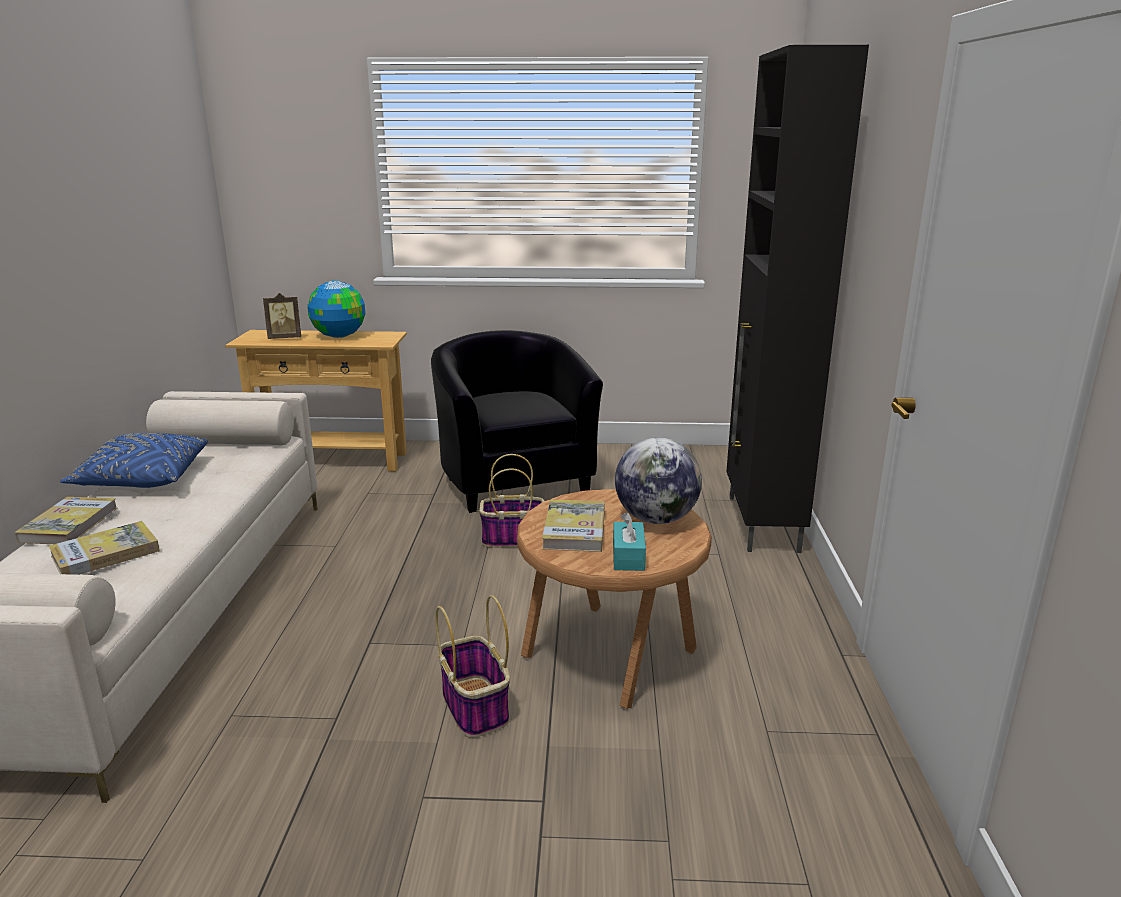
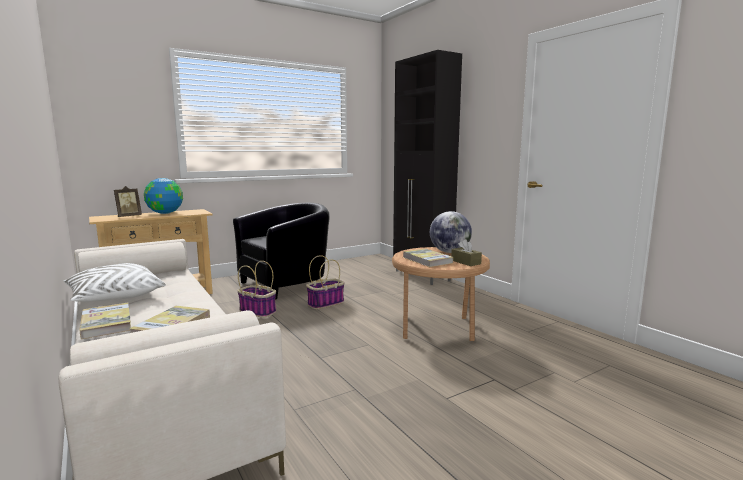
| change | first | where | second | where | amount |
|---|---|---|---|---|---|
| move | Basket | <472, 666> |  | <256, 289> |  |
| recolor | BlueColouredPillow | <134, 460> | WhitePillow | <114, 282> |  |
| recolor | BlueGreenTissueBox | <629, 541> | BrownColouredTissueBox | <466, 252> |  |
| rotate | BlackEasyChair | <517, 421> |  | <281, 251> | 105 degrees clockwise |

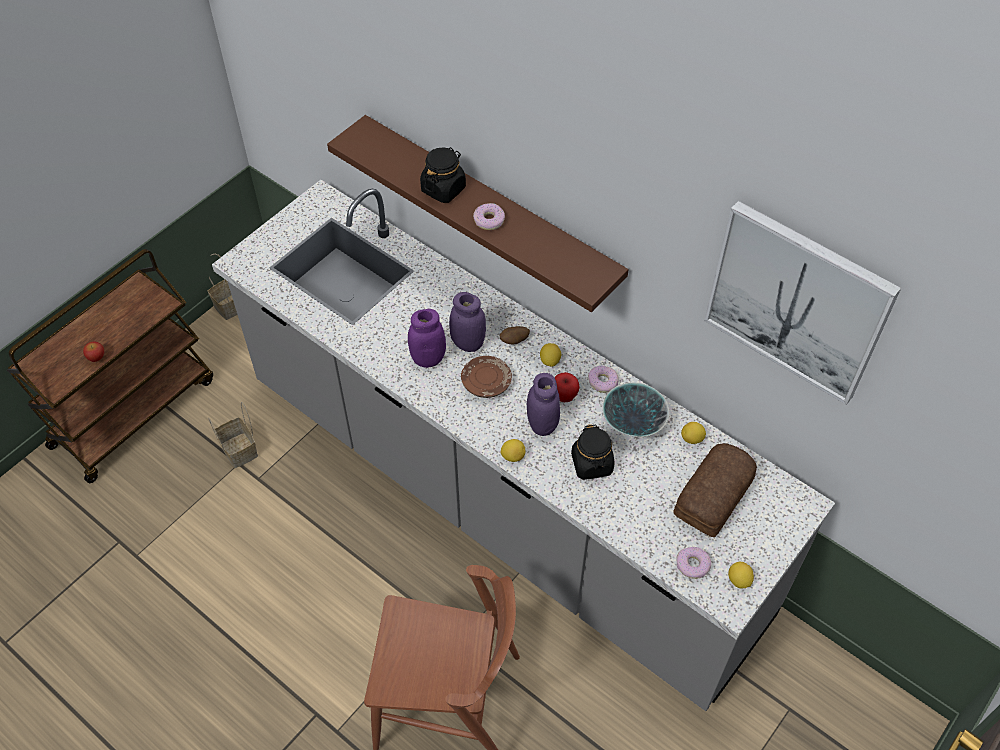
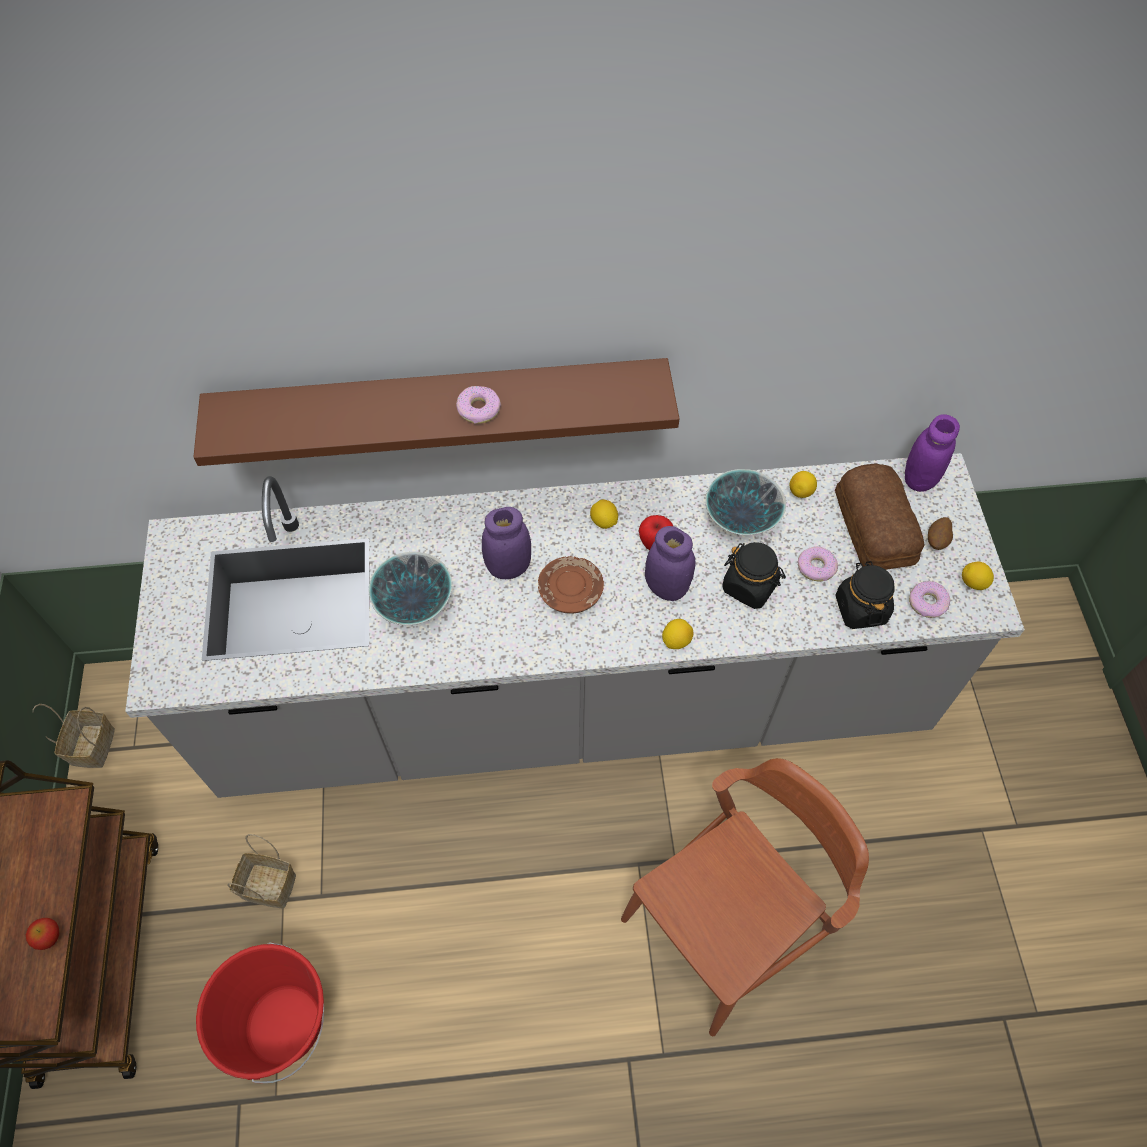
| change | first | where | second | where | amount |
|---|---|---|---|---|---|
| delete | WallPicture | <802, 303> |  |  |  |
| insert |  |  | RedColouredPail | <260, 1012> |  |
| insert |  |  | Bowl | <410, 588> |  |
| move | PurpleColouredPreserveJar | <427, 338> |  | <932, 453> |  |
| move | BlackPreserveJar | <443, 175> |  | <865, 595> |  |
| move | Spud | <514, 335> |  | <940, 533> |  |
| move | Doughnut | <603, 379> |  | <818, 563> |  |

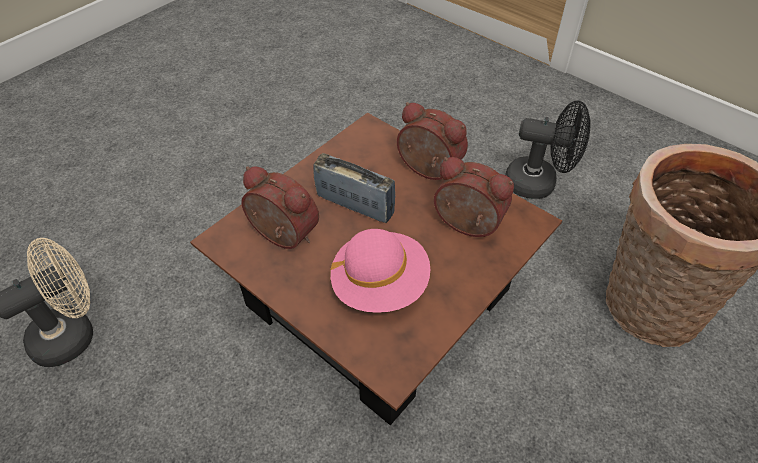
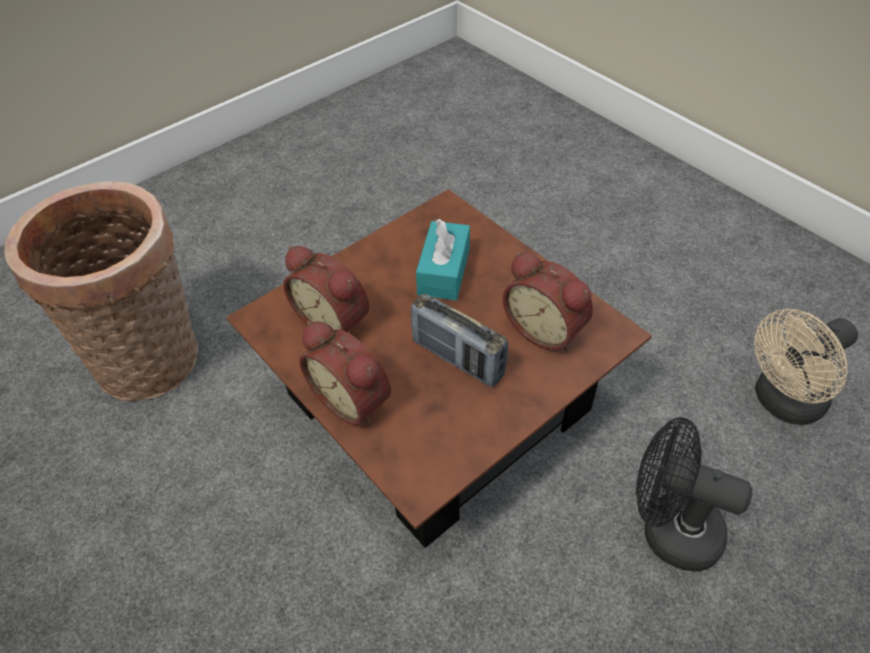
| change | first | where | second | where | amount |
|---|---|---|---|---|---|
| move | BlackFan | <548, 150> |  | <694, 494> |  |
| replace | PinkishClothingHat | <380, 271> | BlueGreenTissueBox | <443, 259> |  |

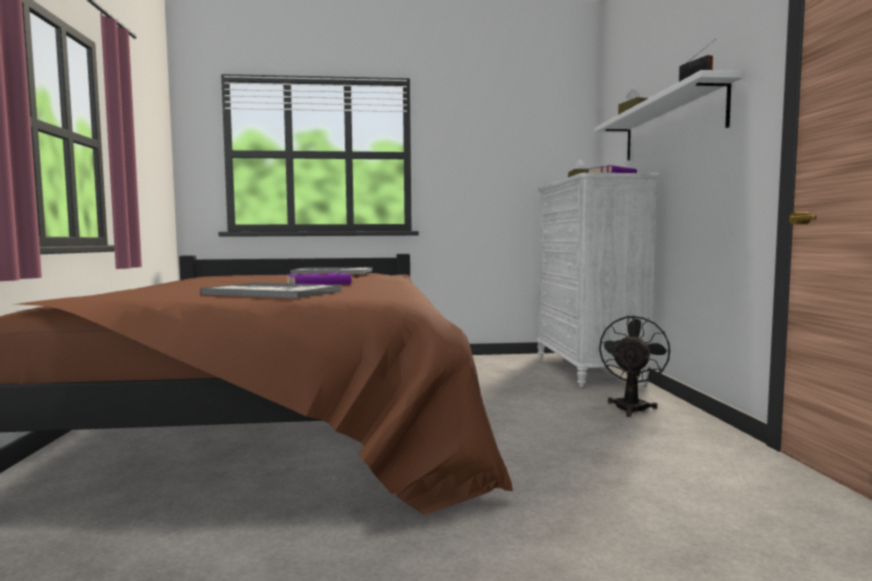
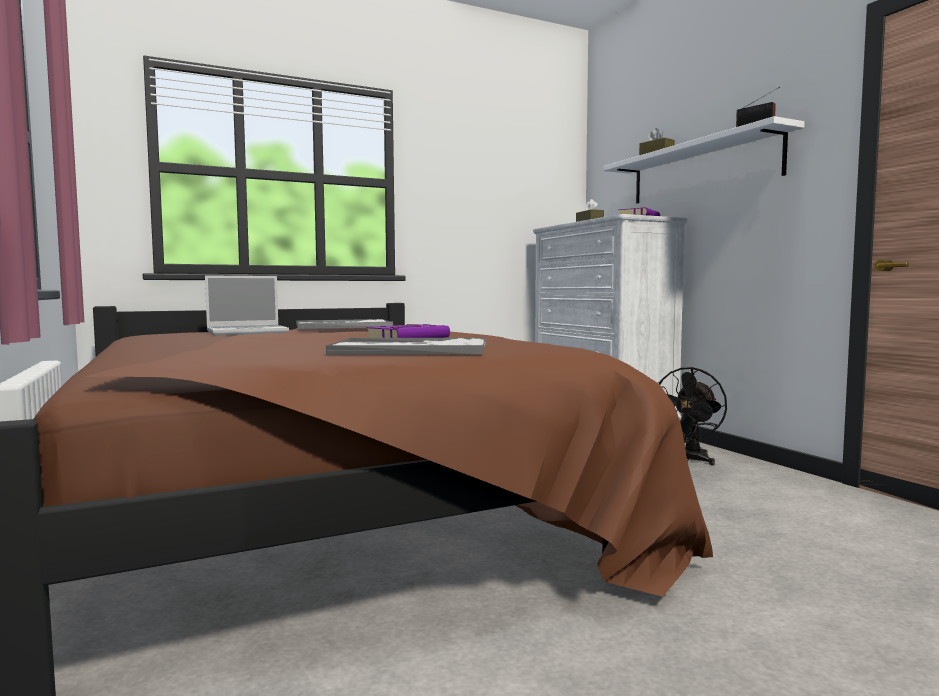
| change | first | where | second | where | amount |
|---|---|---|---|---|---|
| insert |  |  | Laptop | <247, 305> |  |
| rotate | BlackFan | <634, 366> |  | <692, 416> | 150 degrees counterclockwise |

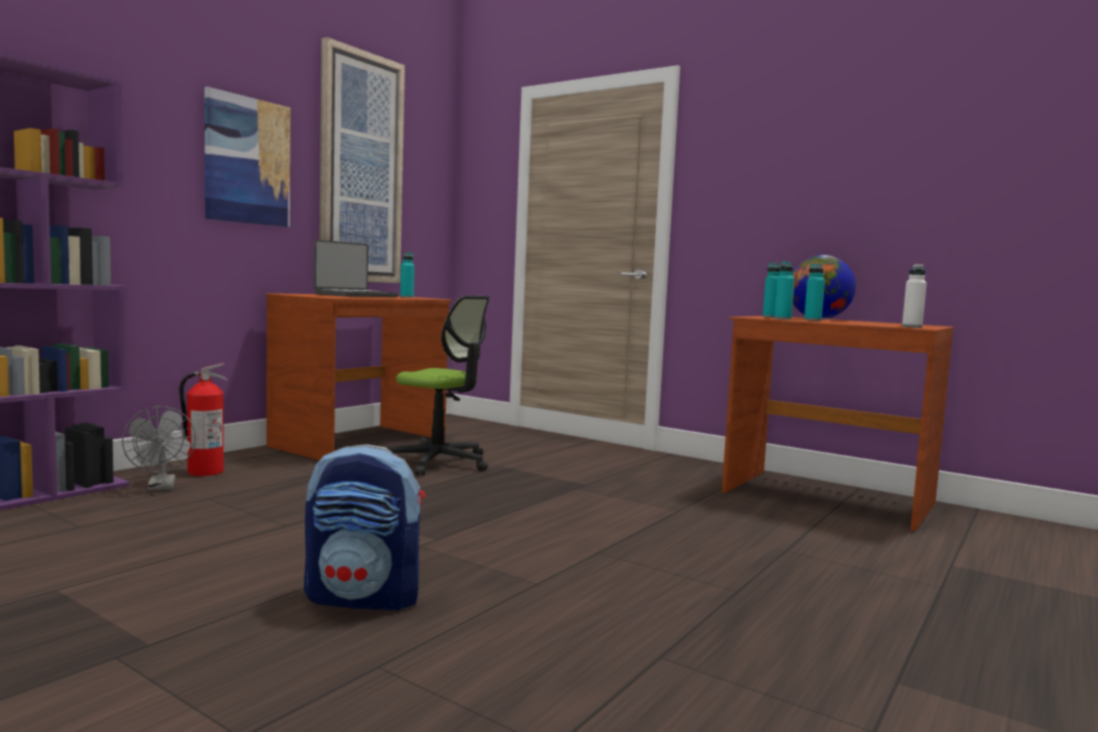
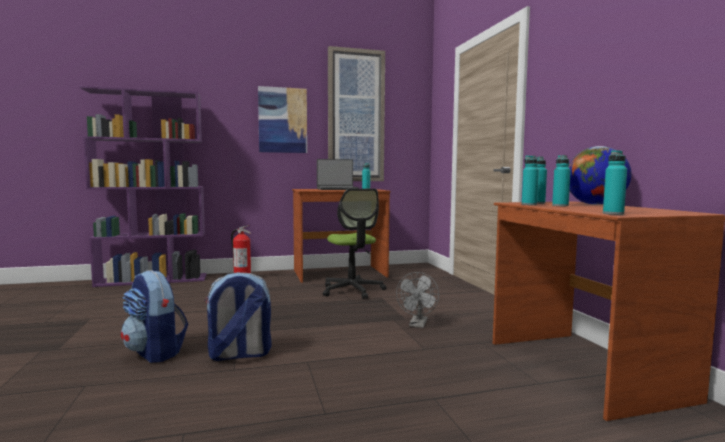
| change | first | where | second | where | amount |
|---|---|---|---|---|---|
| insert |  |  | Knapsack | <238, 316> |  |
| move | GreyishFan | <159, 448> |  | <417, 300> |  |
| recolor | WhiteBeverageBottle | <914, 296> | BlueGreenBeverageBottle | <615, 182> |  |

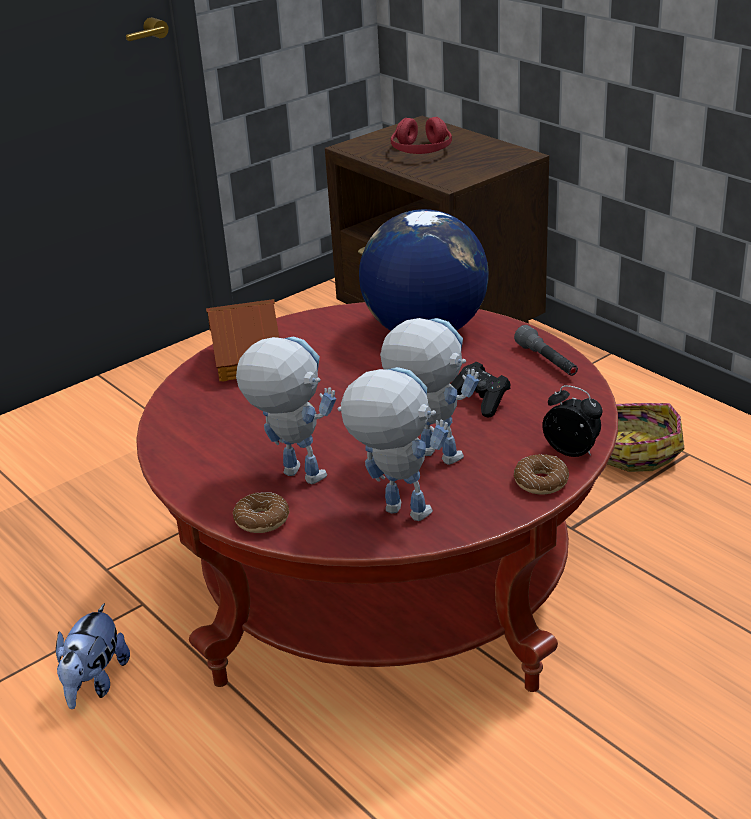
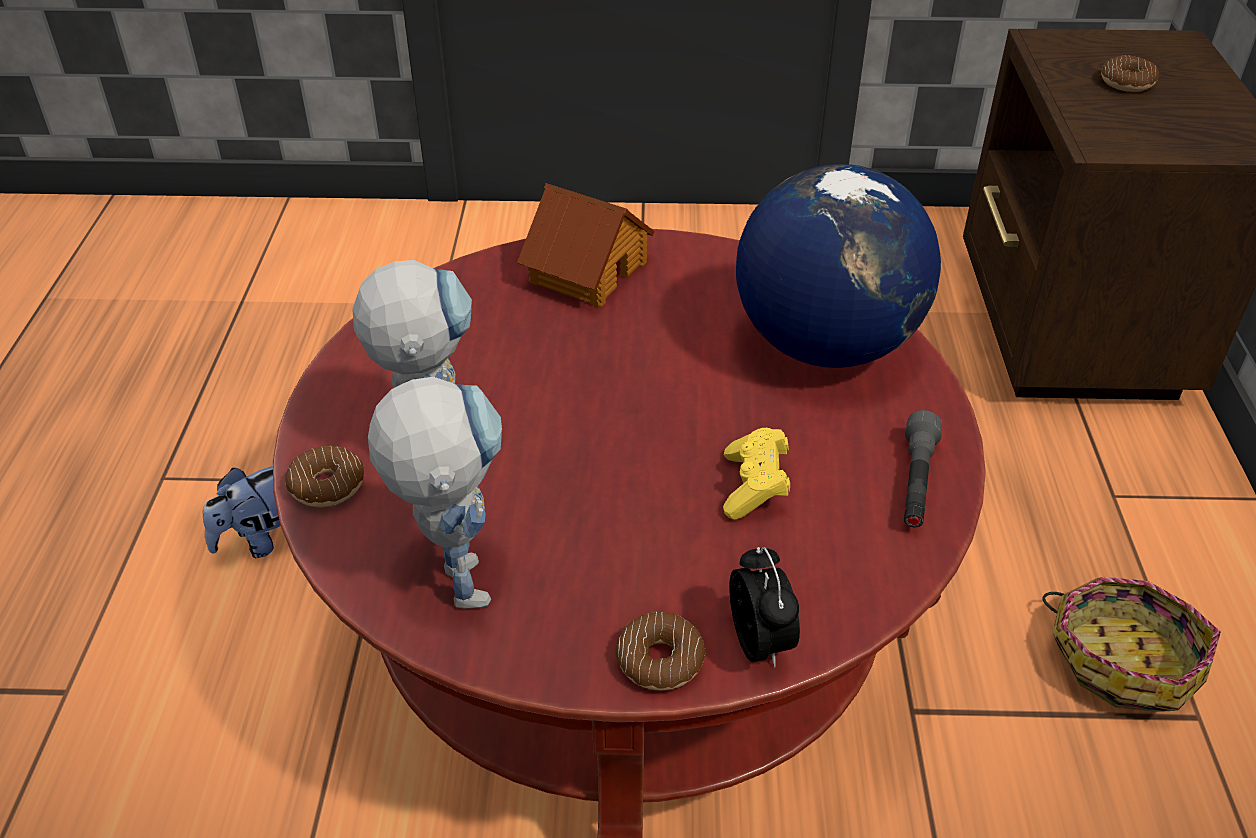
| change | first | where | second | where | amount |
|---|---|---|---|---|---|
| delete | ModelRobot | <429, 391> |  |  |  |
| replace | RedColouredHeadphones | <421, 135> | Doughnut | <1130, 73> |  |
| recolor | BlackGameController | <481, 390> | YellowishGameController | <756, 473> |  |

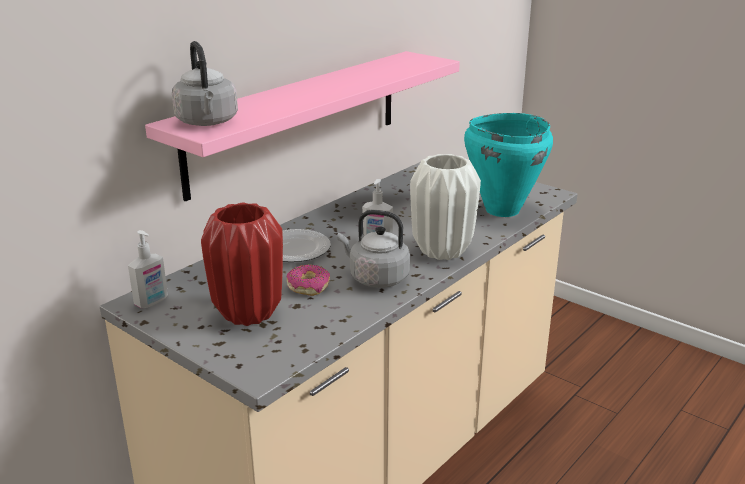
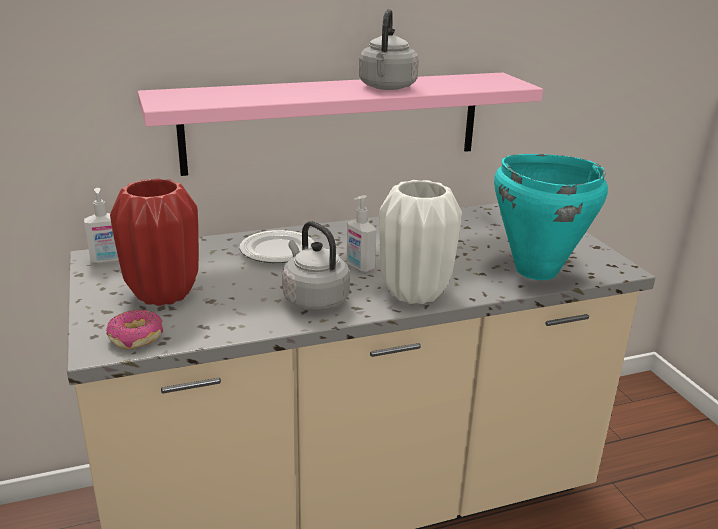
| change | first | where | second | where | amount |
|---|---|---|---|---|---|
| move | GreyishTeaKettle | <205, 83> |  | <389, 49> |  |
| move | Doughnut | <308, 280> |  | <134, 329> |  |

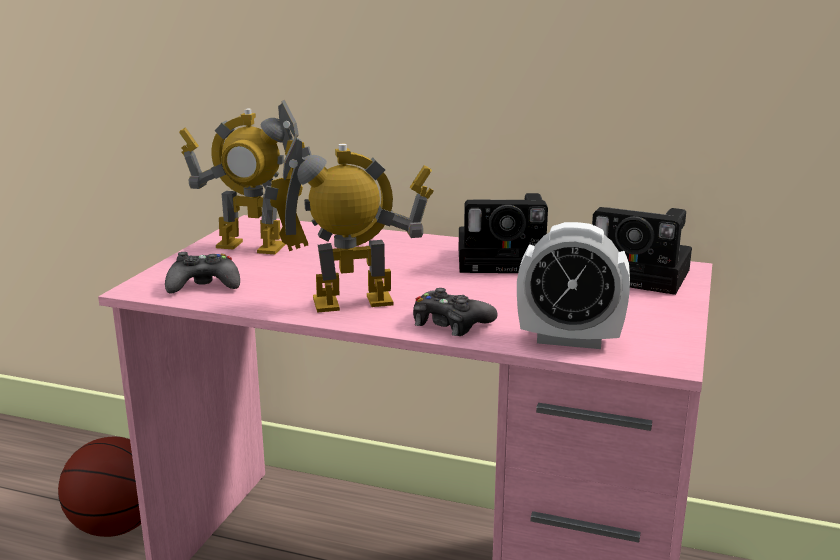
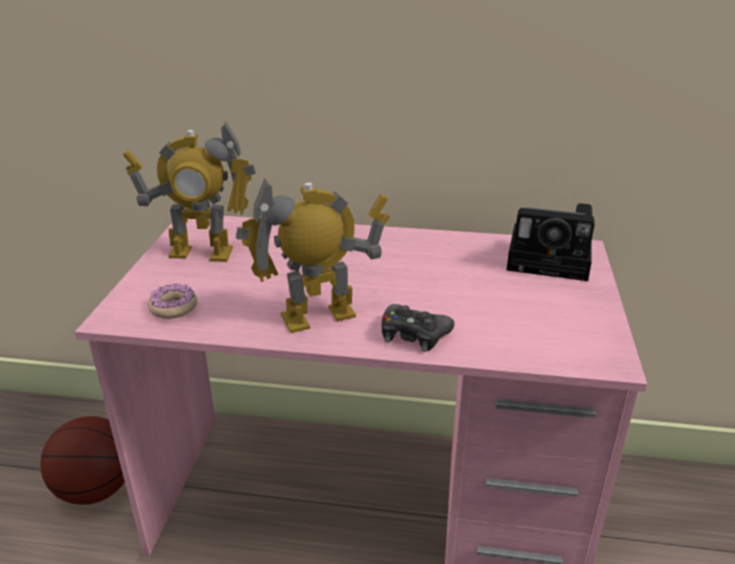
| change | first | where | second | where | amount |
|---|---|---|---|---|---|
| delete | PhotoCamera | <503, 233> |  |  |  |
| delete | AlarmClock | <573, 285> |  |  |  |
| replace | BlackGameController | <202, 272> | Doughnut | <172, 301> |  |

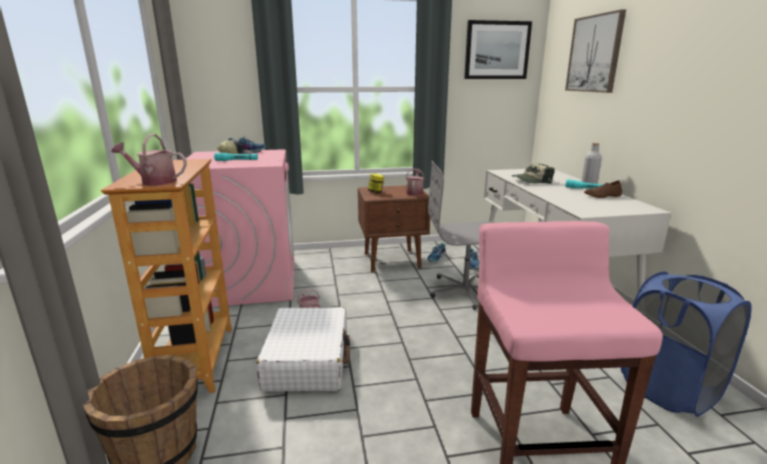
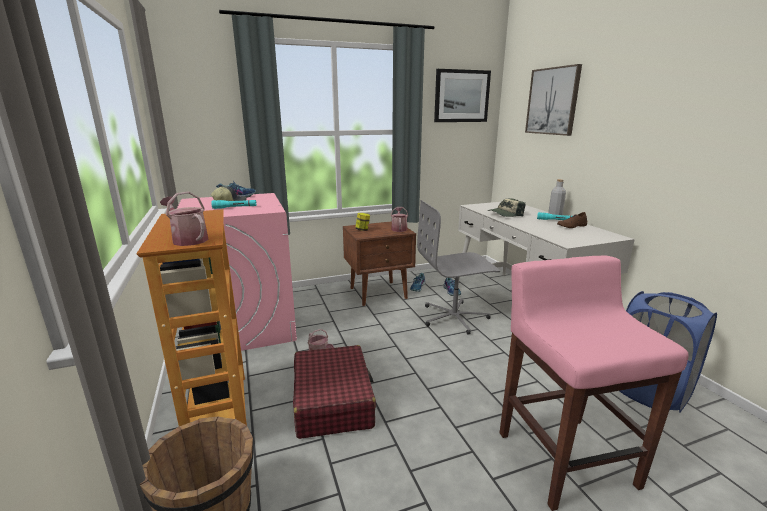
| change | first | where | second | where | amount |
|---|---|---|---|---|---|
| recolor | WhiteTravelCase | <303, 349> | RedColouredTravelCase | <334, 392> |  |
| rotate | WateringPot | <149, 159> |  | <184, 219> | 45 degrees clockwise |

